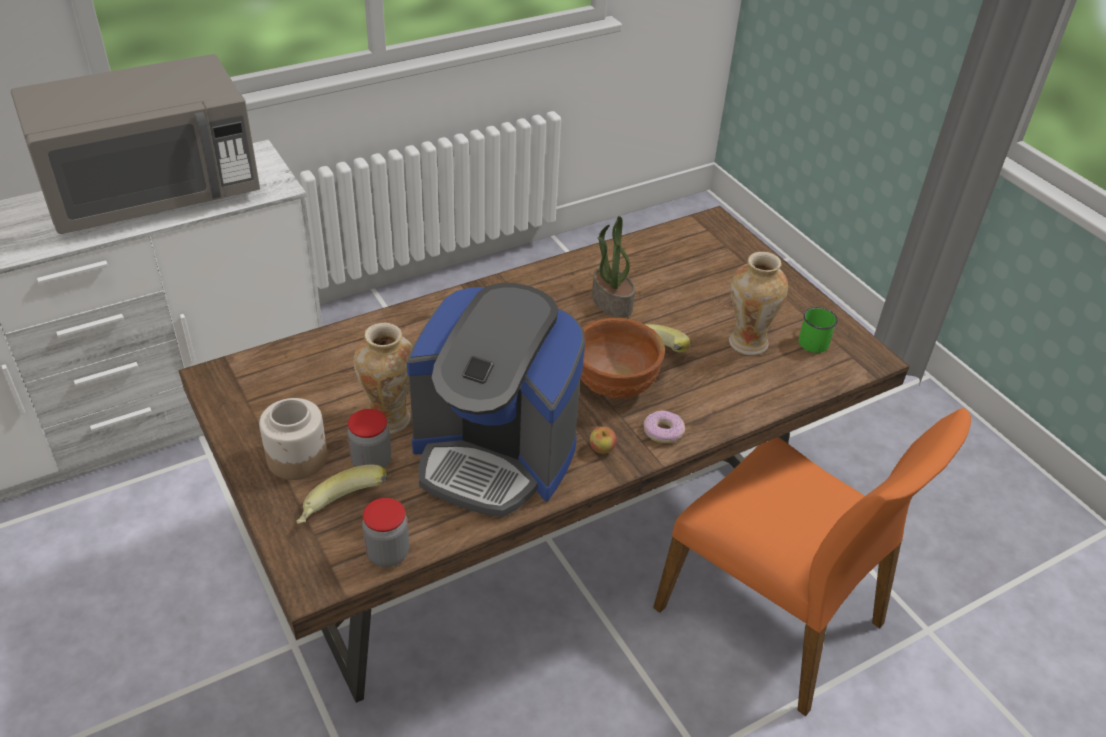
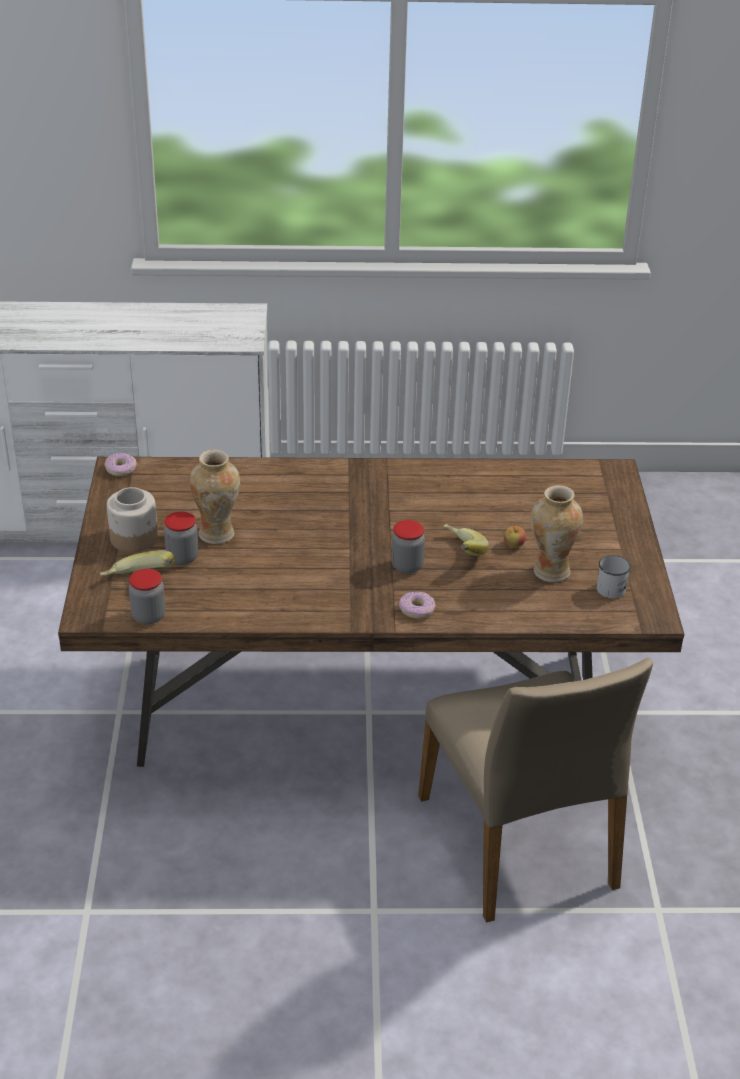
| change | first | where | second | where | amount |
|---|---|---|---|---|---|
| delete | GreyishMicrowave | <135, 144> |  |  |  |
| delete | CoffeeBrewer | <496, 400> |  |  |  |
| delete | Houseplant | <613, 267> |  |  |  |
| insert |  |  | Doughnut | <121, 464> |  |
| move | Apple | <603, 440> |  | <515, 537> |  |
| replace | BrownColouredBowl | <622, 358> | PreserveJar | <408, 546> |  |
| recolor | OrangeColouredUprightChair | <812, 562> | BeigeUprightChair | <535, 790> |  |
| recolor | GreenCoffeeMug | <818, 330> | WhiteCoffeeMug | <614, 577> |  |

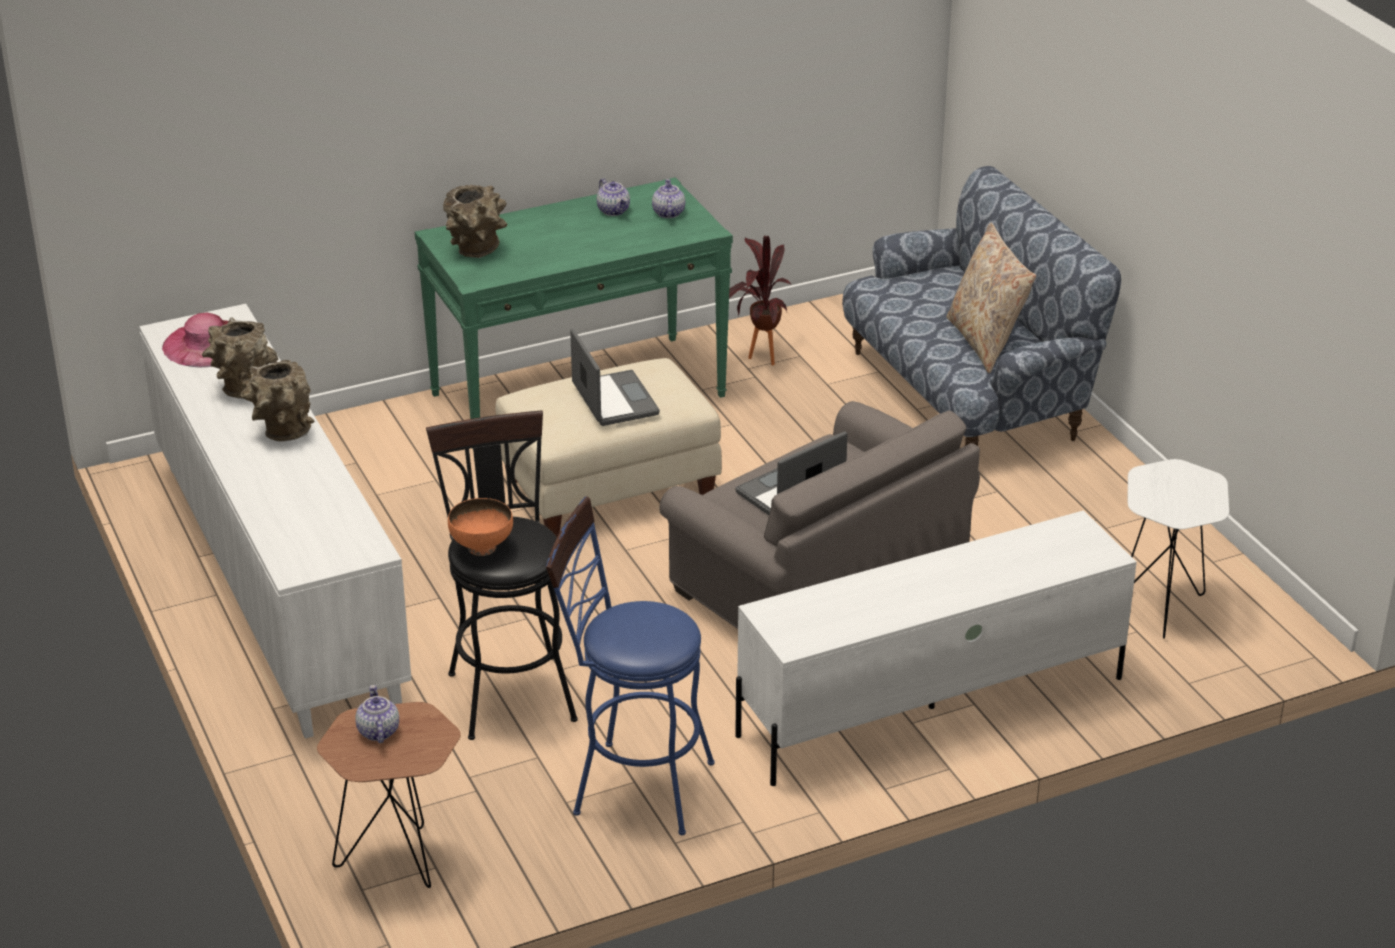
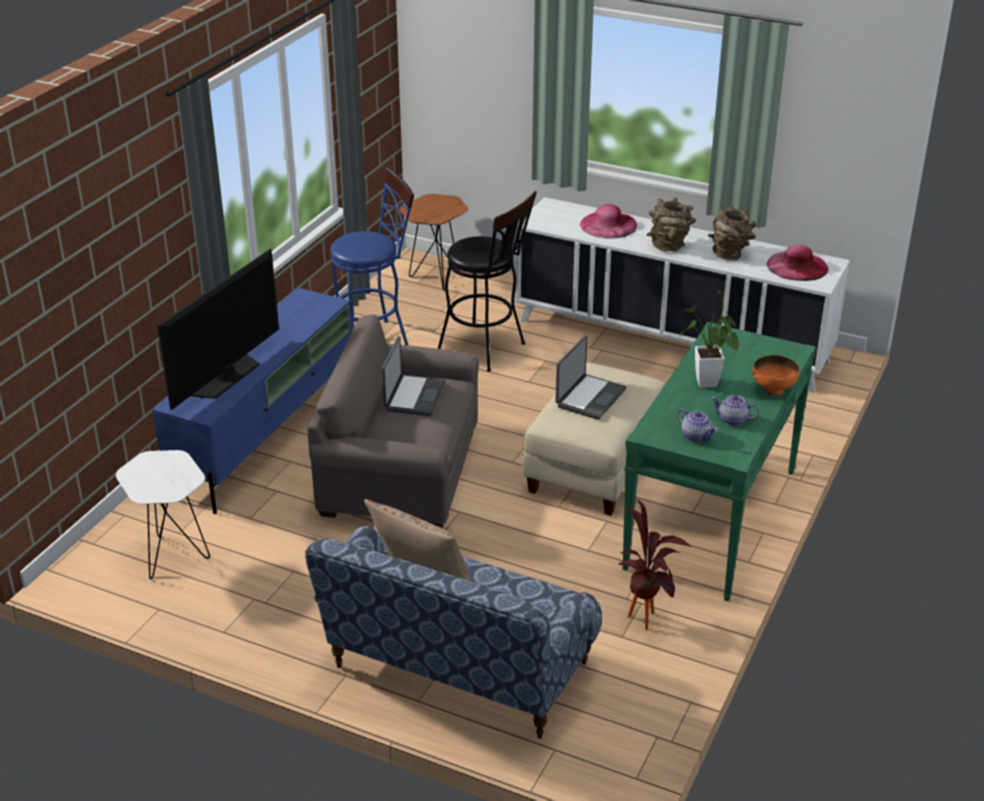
| change | first | where | second | where | amount |
|---|---|---|---|---|---|
| delete | Teapot | <377, 714> |  |  |  |
| delete | BrownColouredDecorativeVase | <475, 221> |  |  |  |
| insert |  |  | TvSet | <218, 329> |  |
| insert |  |  | PinkishClothingHat | <608, 221> |  |
| insert |  |  | Houseplant | <709, 338> |  |
| move | OrangeColouredBowl | <480, 527> |  | <776, 375> |  |
| recolor | WhiteTvUnit | <936, 648> | BlueColouredTvUnit | <252, 401> |  |
| rotate | Laptop | <615, 377> |  | <590, 377> | 90 degrees counterclockwise |

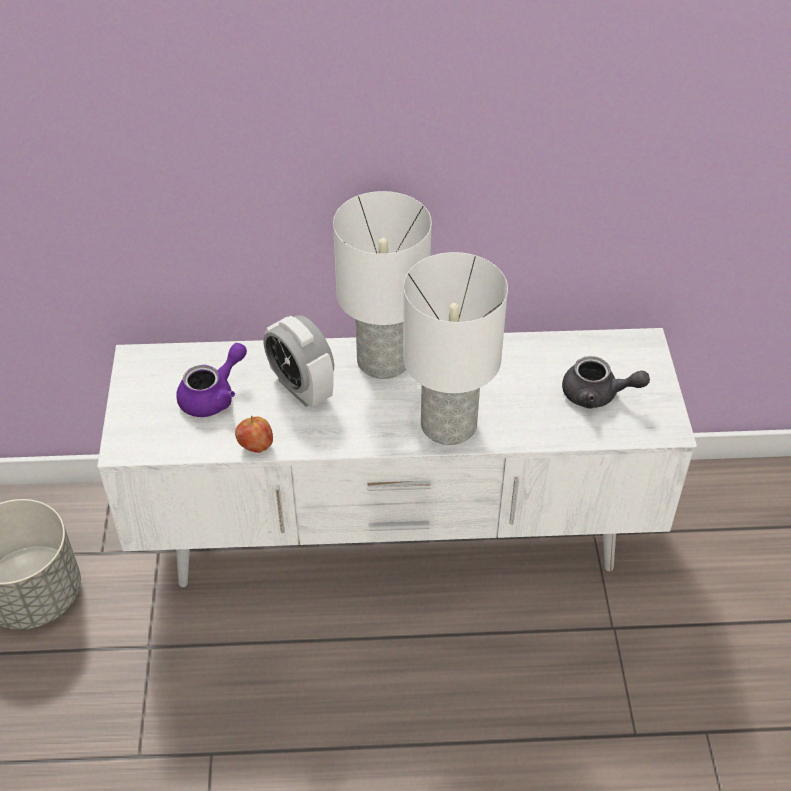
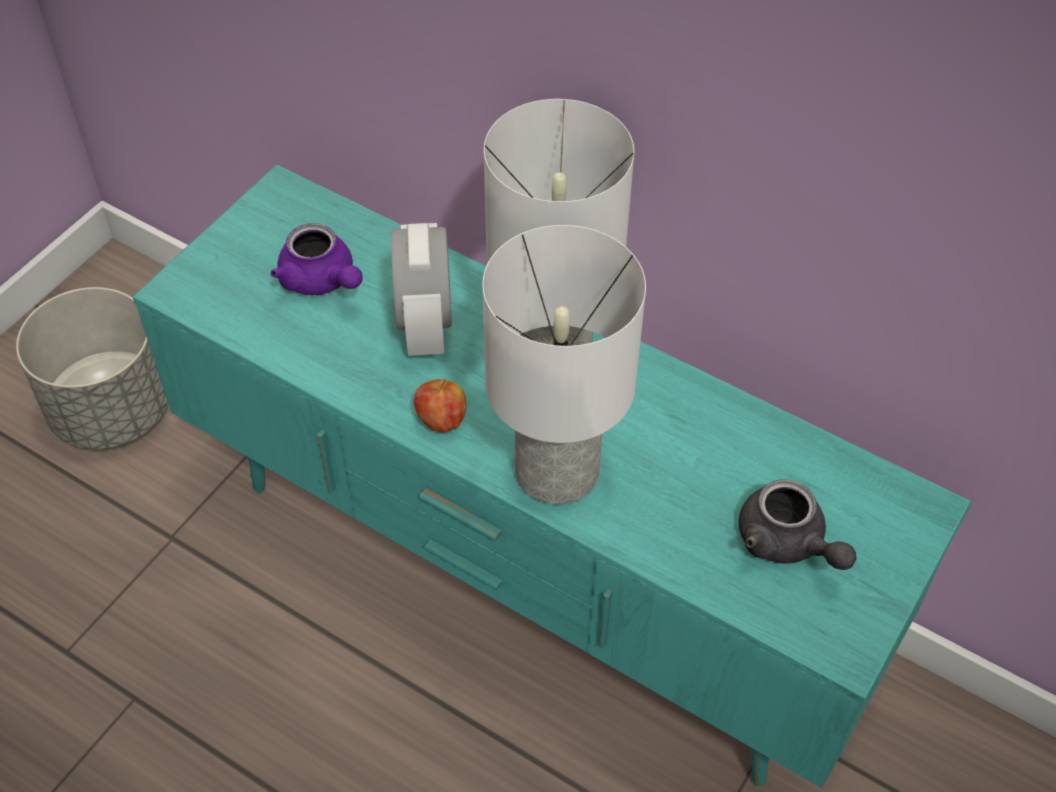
| change | first | where | second | where | amount |
|---|---|---|---|---|---|
| move | Apple | <254, 434> |  | <440, 405> |  |
| recolor | WhiteTvUnit | <397, 457> | BlueGreenTvUnit | <551, 476> |  |
| rotate | PurpleColouredTeapot | <211, 380> |  | <316, 259> | 60 degrees clockwise |

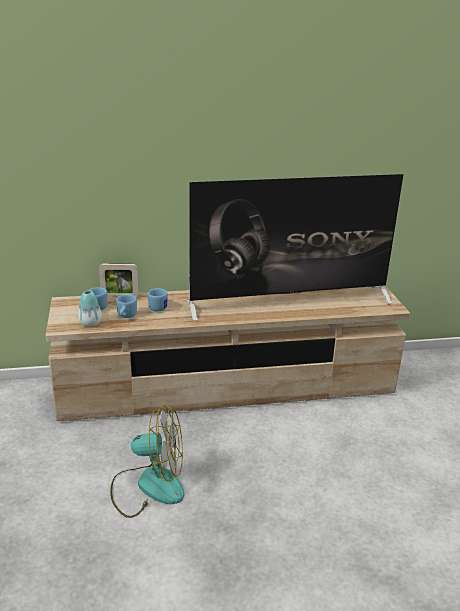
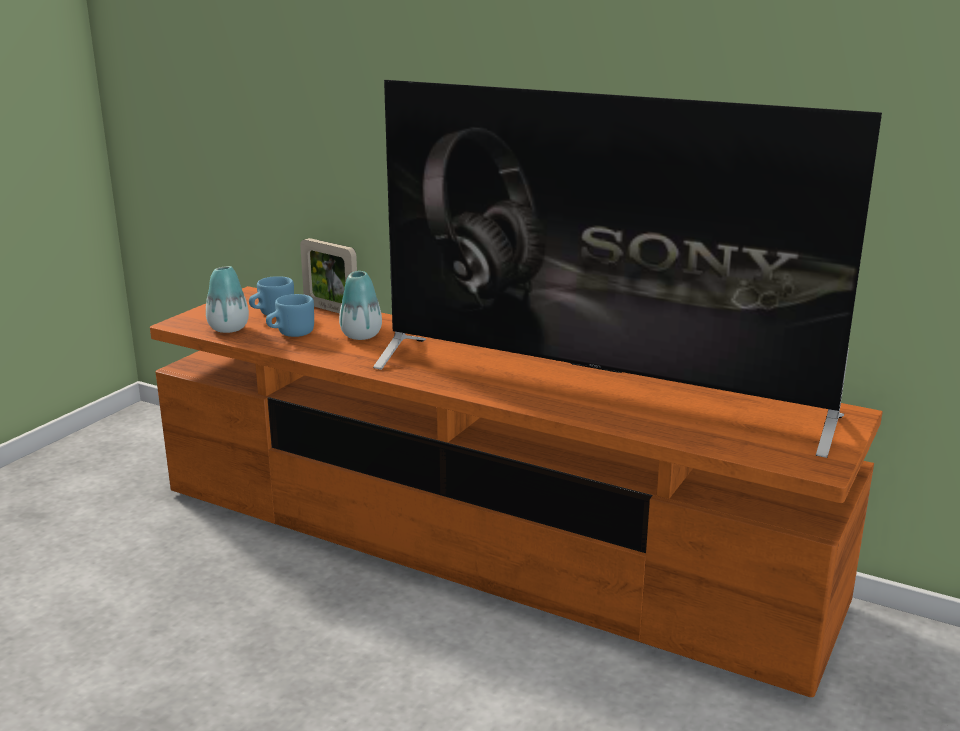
| change | first | where | second | where | amount |
|---|---|---|---|---|---|
| delete | Fan | <147, 461> |  |  |  |
| replace | BlueColouredCoffeeMug | <158, 299> | DecorativeVase | <360, 305> |  |
| recolor | BeigeTvUnit | <228, 353> | OrangeColouredTvUnit | <516, 491> |  |

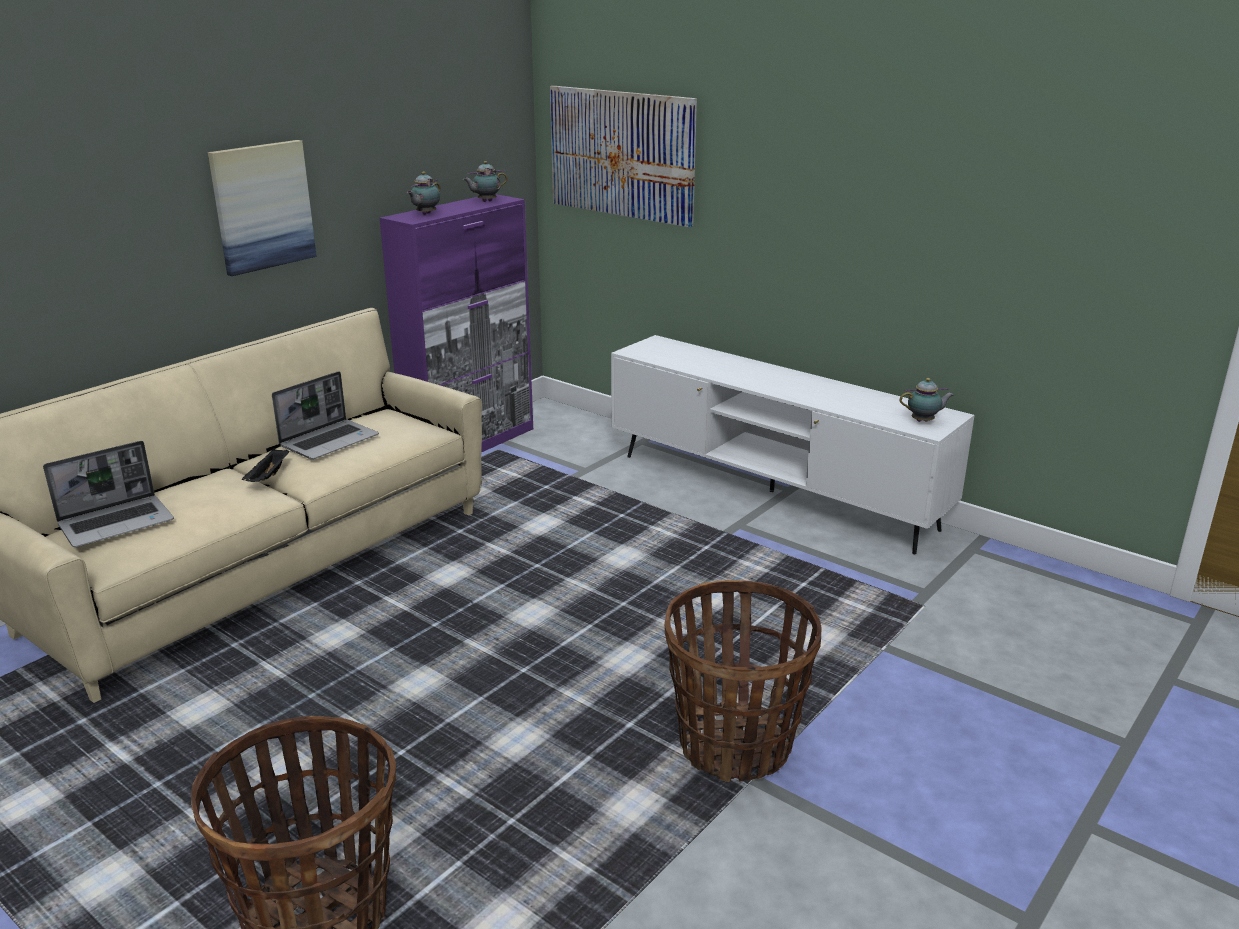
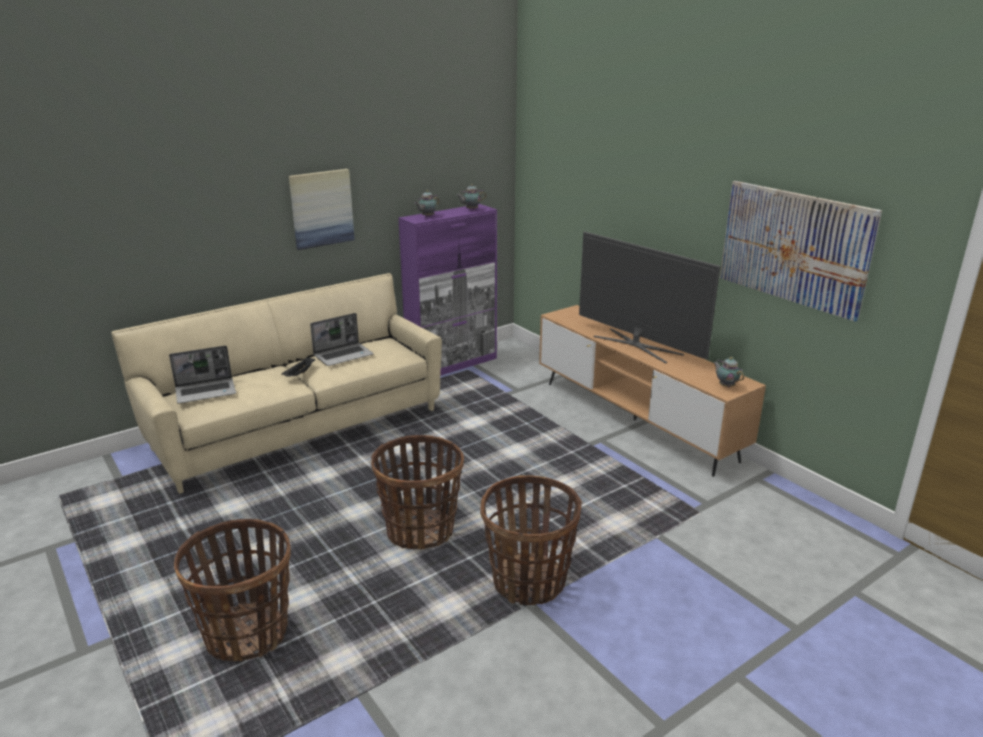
| change | first | where | second | where | amount |
|---|---|---|---|---|---|
| insert |  |  | Basket | <417, 492> |  |
| insert |  |  | TvSet | <649, 297> |  |
| move | WallPicture | <623, 156> |  | <801, 251> |  |
| recolor | WhiteTvUnit | <793, 444> | BrownColouredTvUnit | <652, 391> |  |
| rotate | Teapot | <927, 400> |  | <728, 372> | 135 degrees counterclockwise |

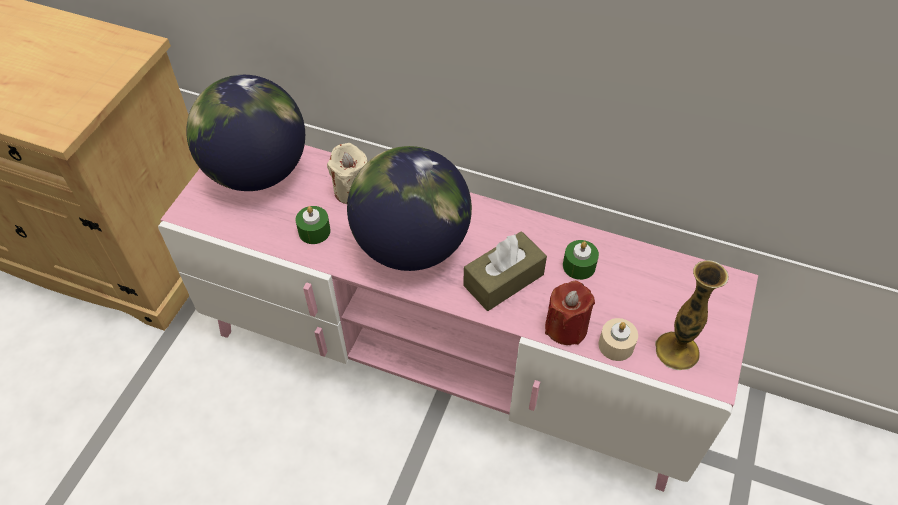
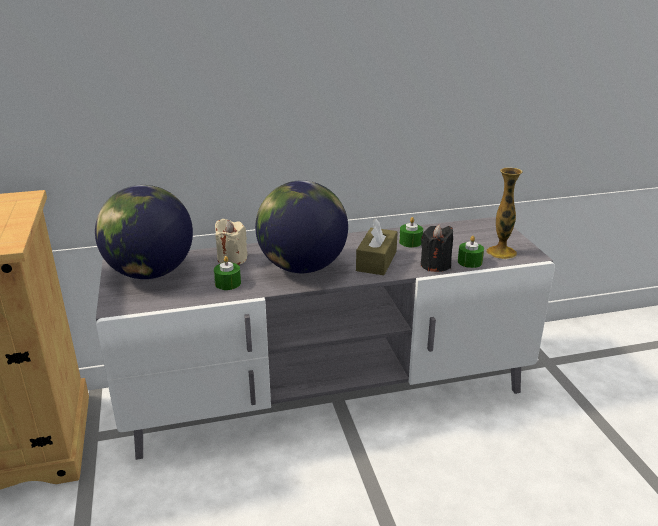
| change | first | where | second | where | amount |
|---|---|---|---|---|---|
| recolor | PinkishTvUnit | <458, 318> | GreyishTvUnit | <325, 338> |  |
| recolor | RedColouredWaxLight | <570, 313> | BlackWaxLight | <437, 248> |  |
| recolor | BeigeWaxLight | <618, 339> | GreenWaxLight | <471, 252> |  |

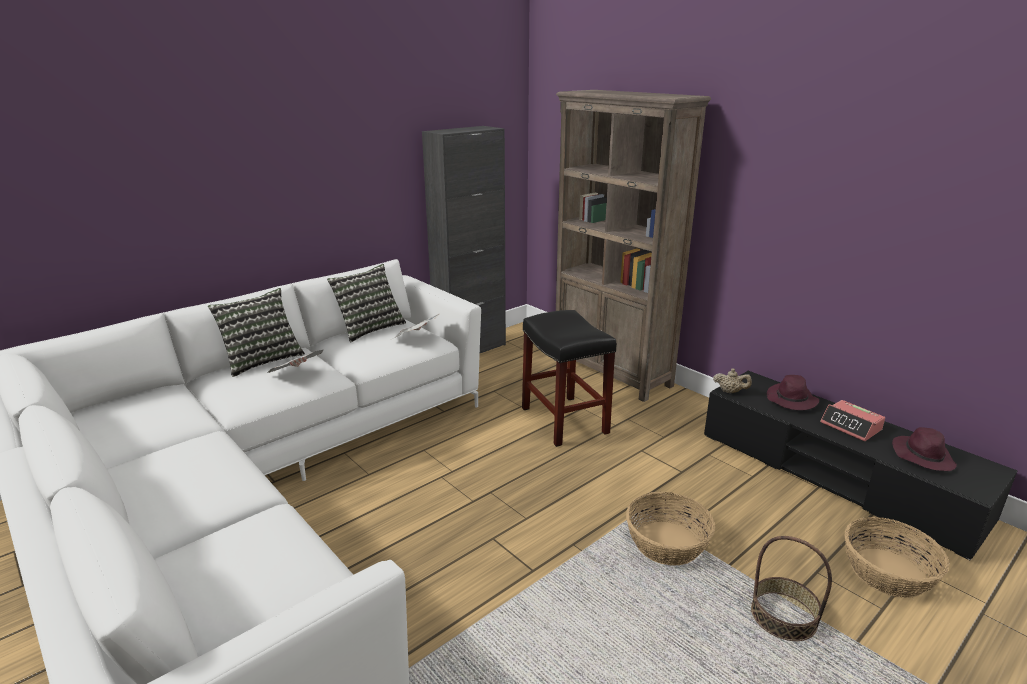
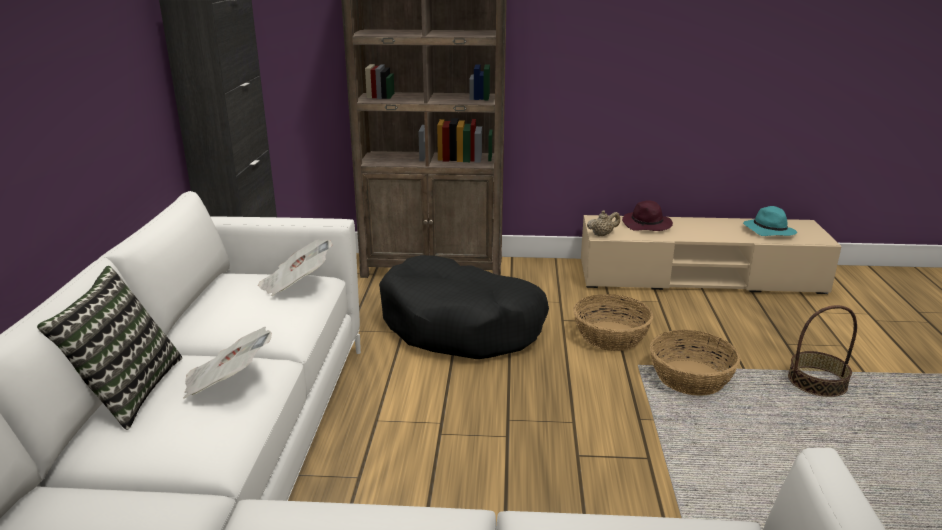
| change | first | where | second | where | amount |
|---|---|---|---|---|---|
| delete | Pillow | <366, 303> |  |  |  |
| delete | AlarmClock | <852, 420> |  |  |  |
| move | Basket | <897, 557> |  | <613, 322> |  |
| replace | BlackStoolSeat | <569, 378> | BlackDogBed | <464, 307> |  |
| recolor | BlackTvUnit | <861, 465> | BeigeTvUnit | <711, 254> |  |
| recolor | PurpleColouredClothingHat | <924, 449> | BlueGreenClothingHat | <770, 221> |  |

